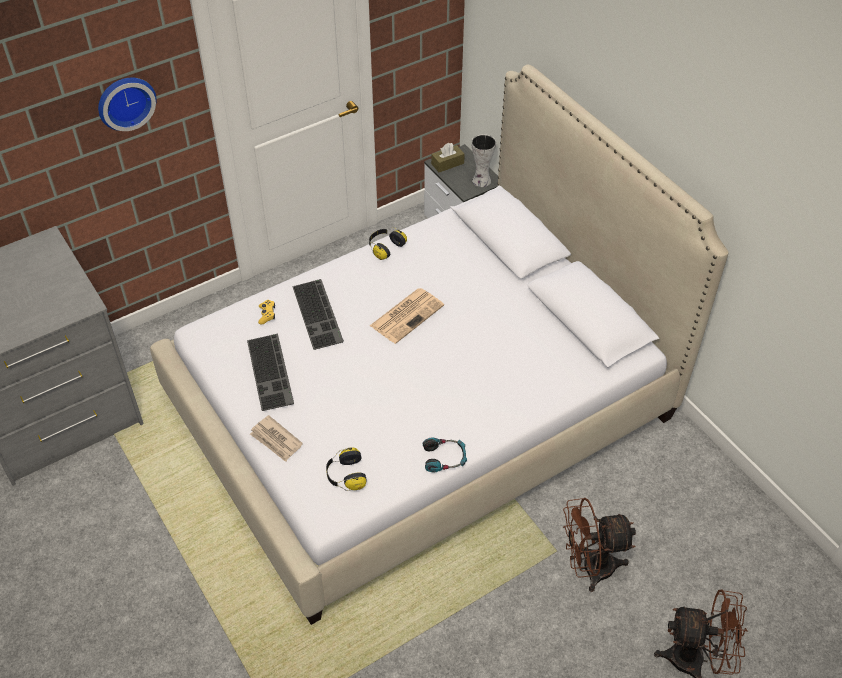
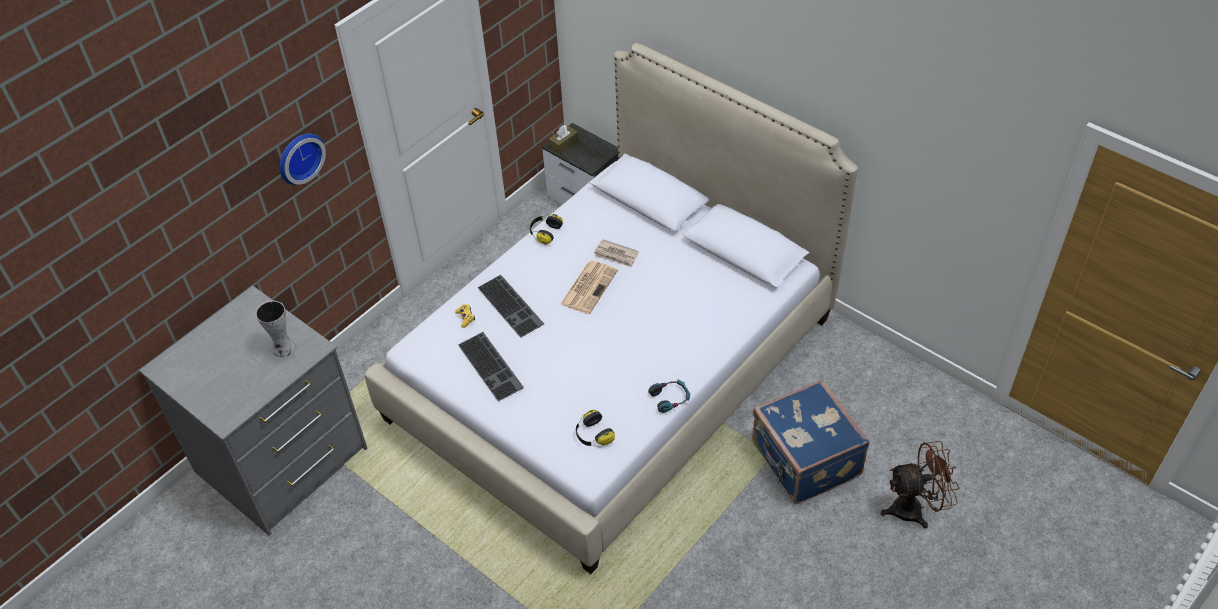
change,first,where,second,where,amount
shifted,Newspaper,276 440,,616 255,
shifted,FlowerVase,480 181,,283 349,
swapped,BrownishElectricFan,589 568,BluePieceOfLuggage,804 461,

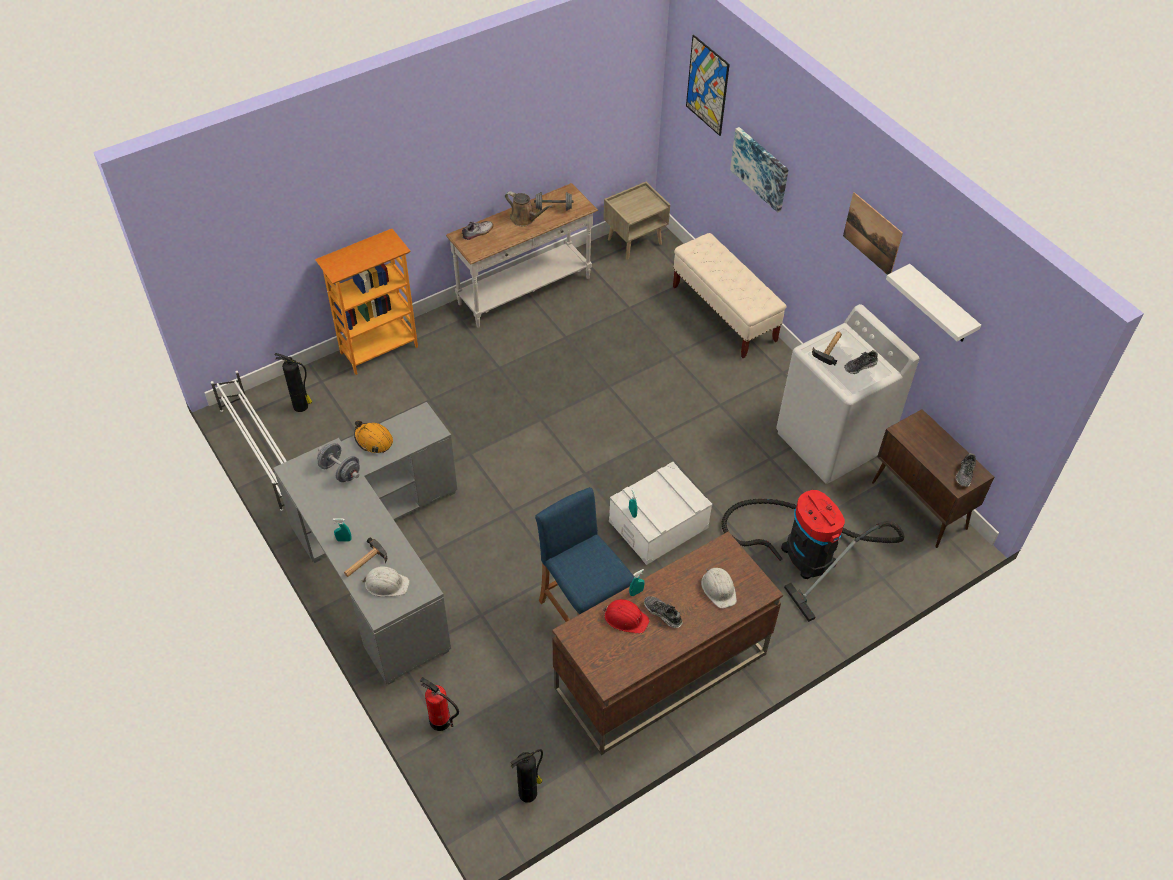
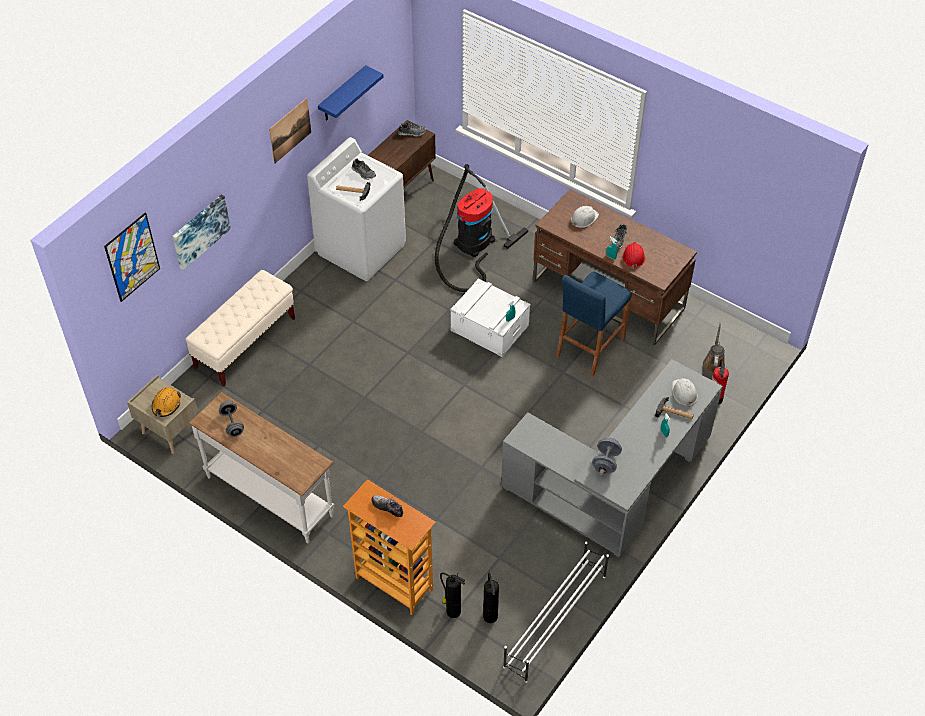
change,first,where,second,where,amount
shifted,OrangeColouredSafetyHelmet,373 440,,166 405,
shifted,LowShoe,478 232,,387 507,
shifted,BrownishSprinklingCan,525 219,,713 362,
shifted,FireFightingCylinder,529 793,,452 611,
repainted,WhiteColouredWallShelf,940 305,BlueWallShelf,342 95,

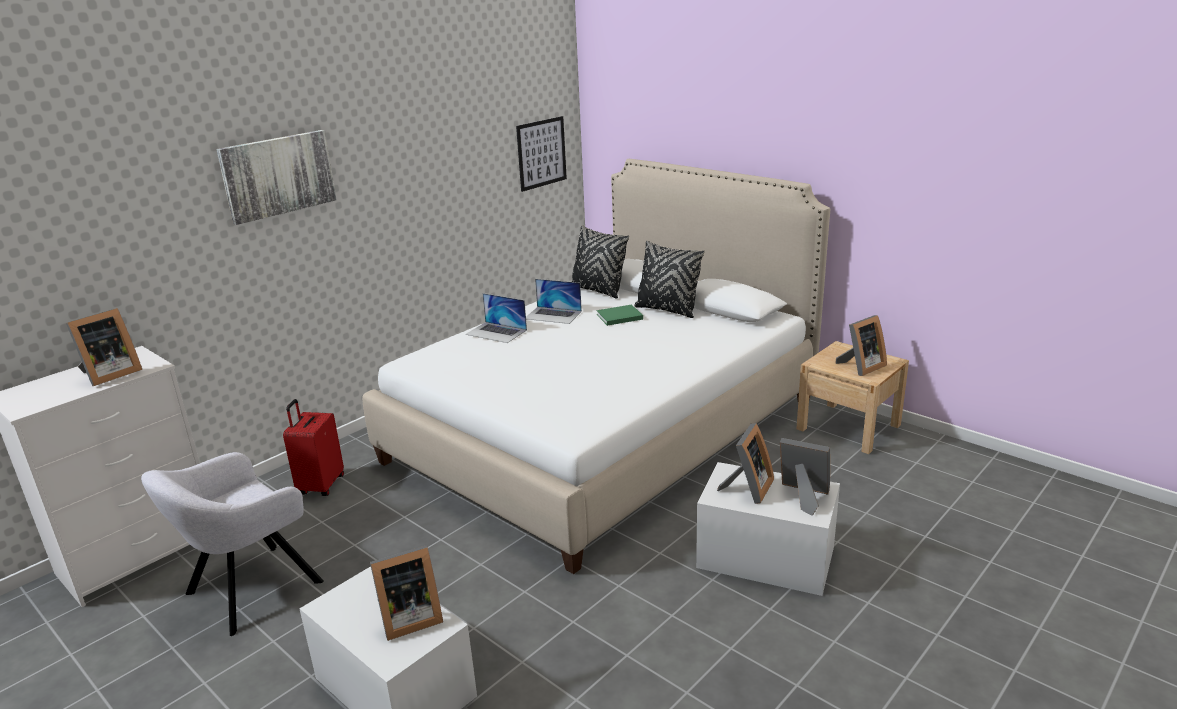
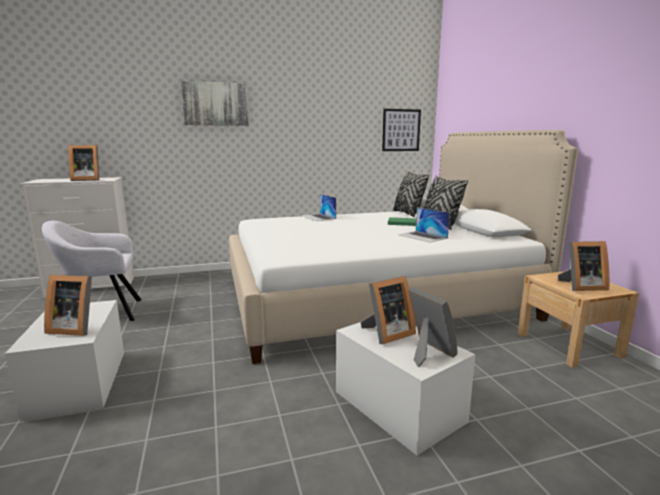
change,first,where,second,where,amount
gone,ReddishPieceOfLuggage,320 486,,,
shifted,Laptop,553 315,,422 236,

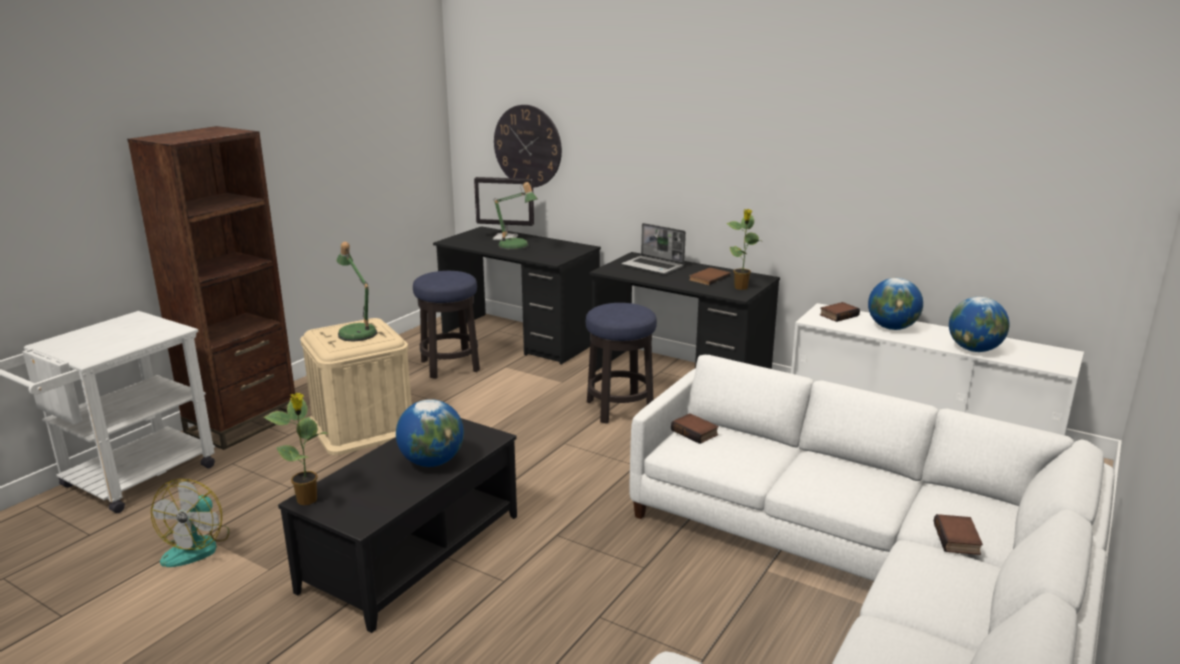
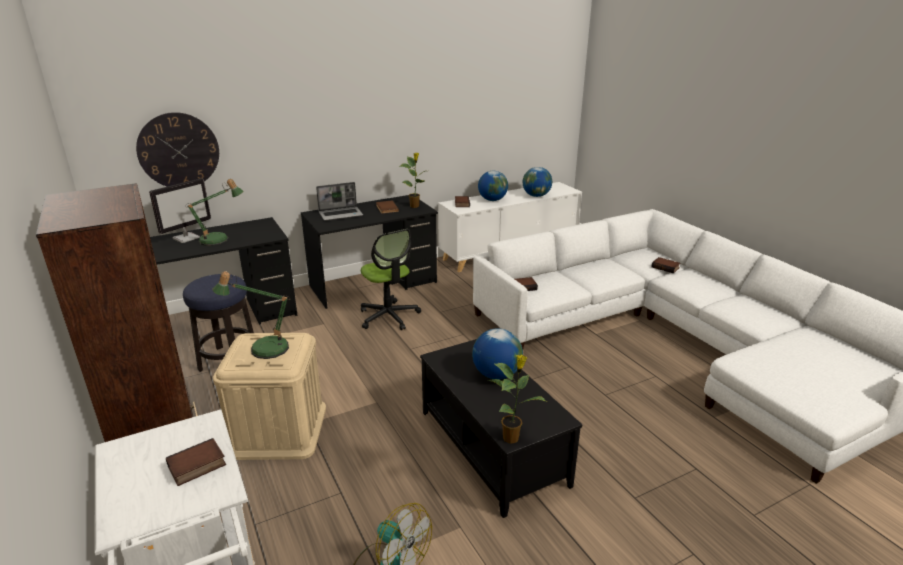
change,first,where,second,where,amount
swapped,Stool,619 409,DeskChair,389 316,
new,,,Book,196 467,

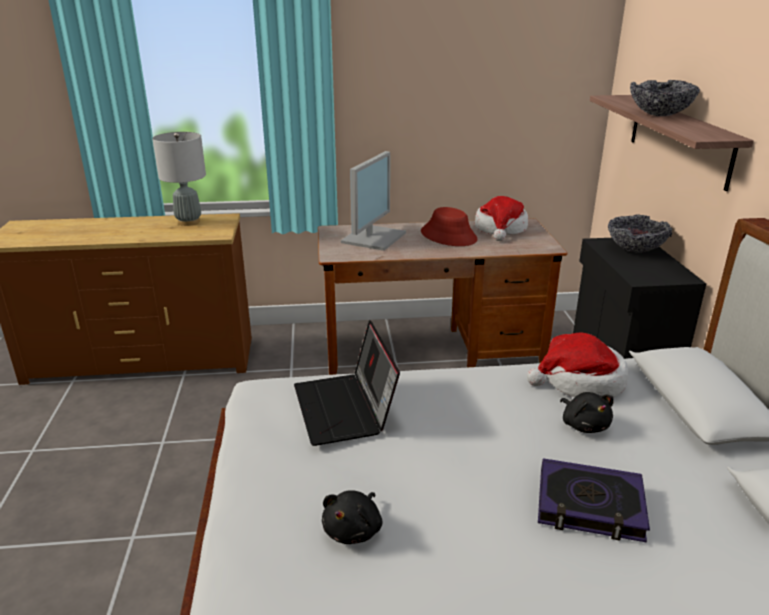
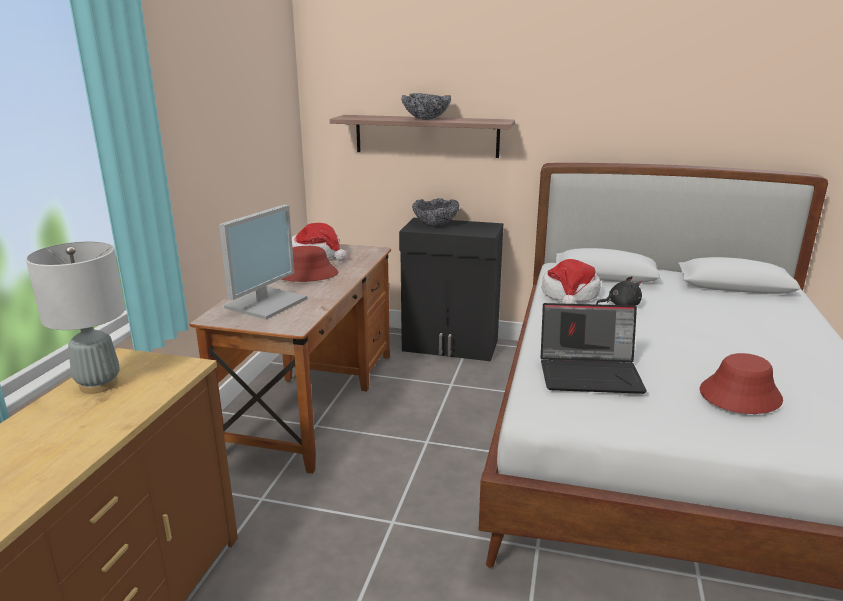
change,first,where,second,where,amount
swapped,BlackPlushToy,354 530,ReddishHat,739 395,
rotated,ComputerDisplay,373 237,,266 302,75 degrees clockwise
gone,Book,589 506,,,

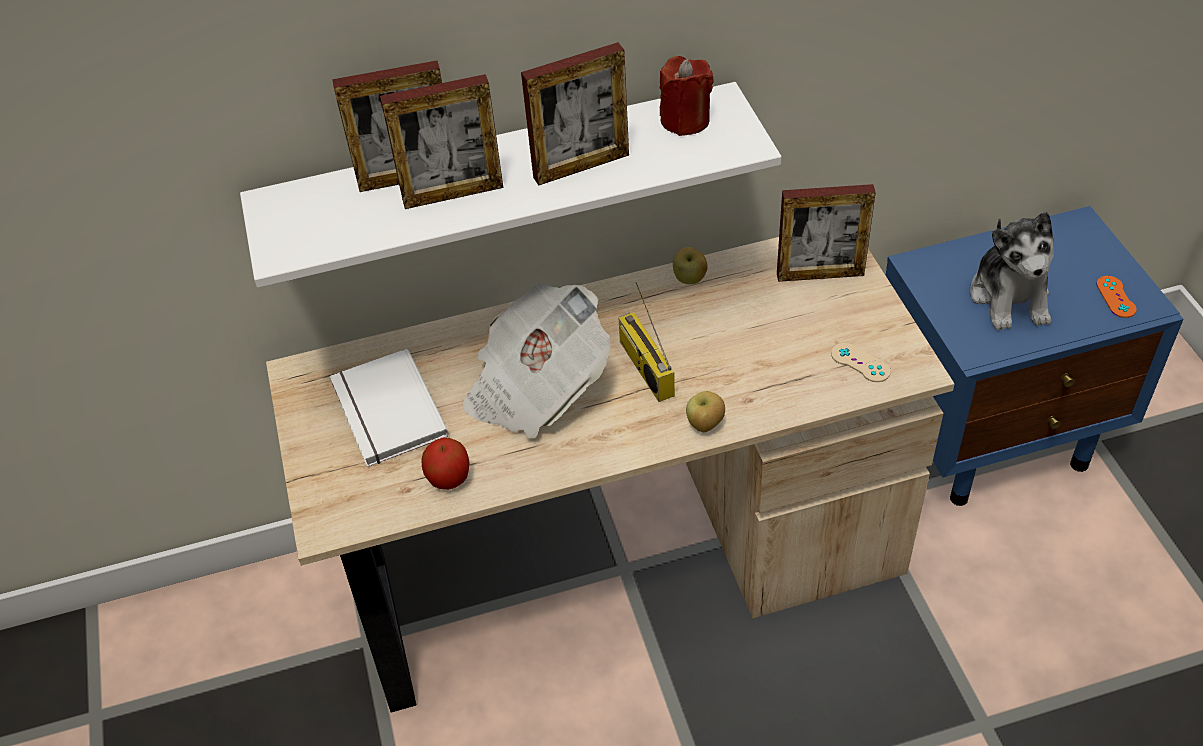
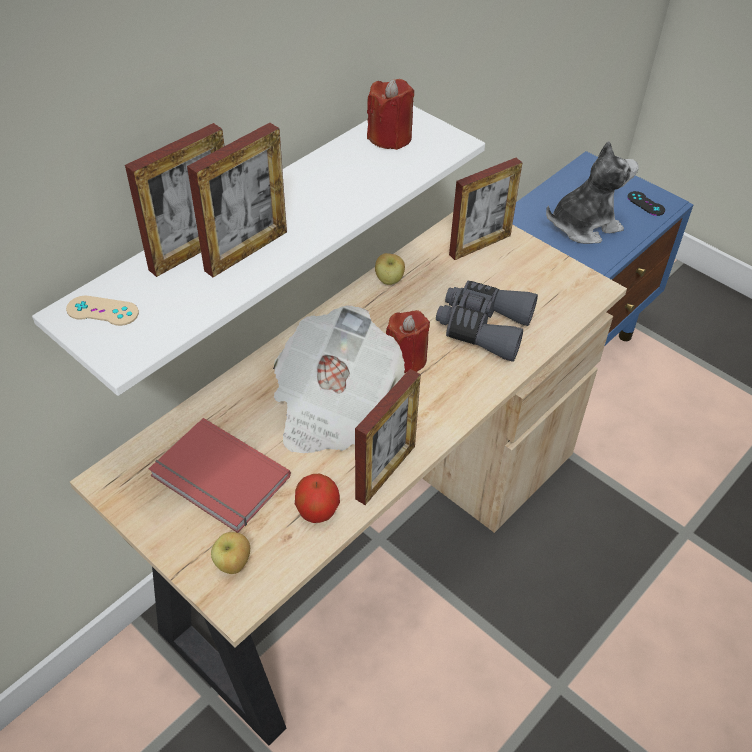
change,first,where,second,where,amount
repainted,WhiteColouredBook,385 412,ReddishBook,218 479,
shifted,PictureFrame,581 166,,385 472,
swapped,RadioReceiver,644 367,ReddishCandle,406 358,
shifted,AppleFruit,705 425,,233 564,
shifted,BeigeGameController,860 363,,102 311,
rotated,PlushToy,1010 297,,584 225,75 degrees counterclockwise
repainted,OrangeColouredGameController,1116 297,BlackGameController,646 204,
new,,,GreyishFieldGlasses,483 327,

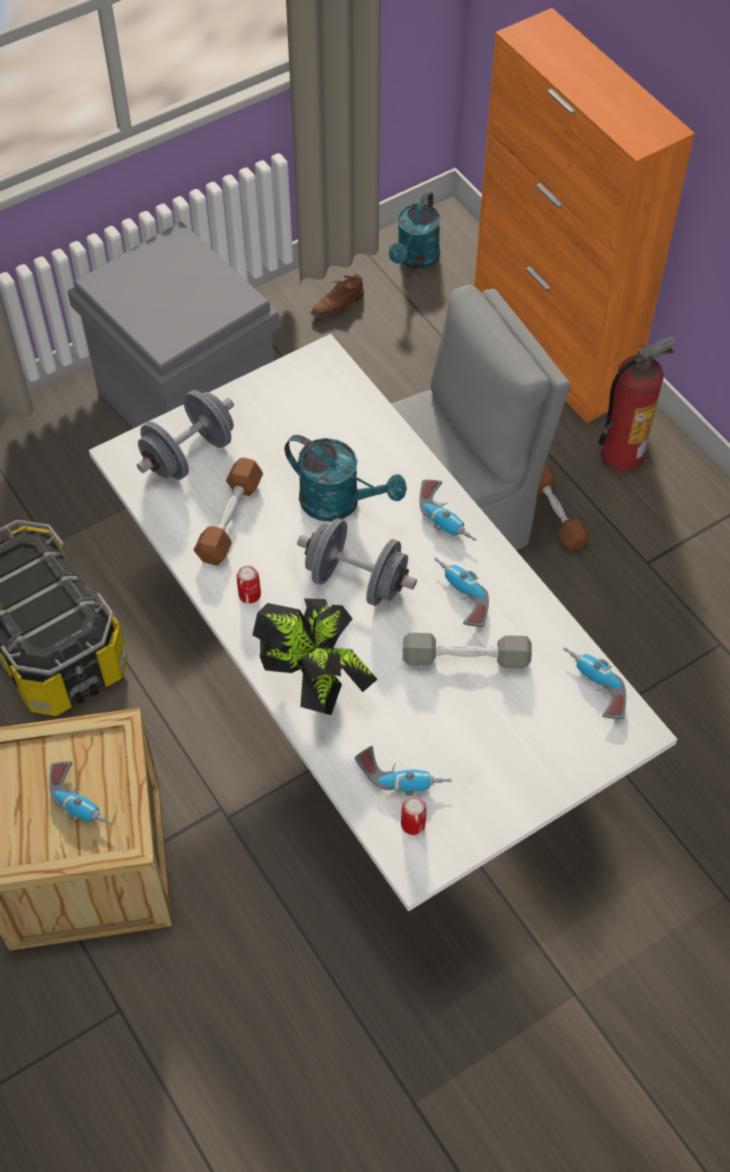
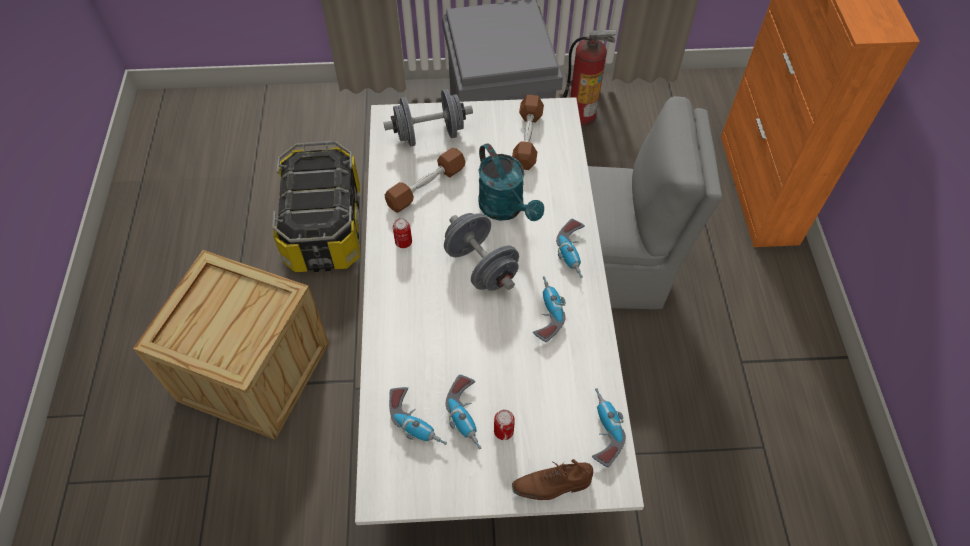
change,first,where,second,where,amount
shifted,Drill,82 800,,468 415,
gone,PottedPlant,315 684,,,
shifted,BrownishLowShoe,337 305,,552 485,
gone,TurquoiseSprinklingCan,415 259,,,
shifted,MetalCan,413 824,,503 431,
gone,GreyishHandWeight,465 659,,,
shifted,BrownishHandWeight,555 513,,527 139,
shifted,FireFightingCylinder,622 456,,582 115,

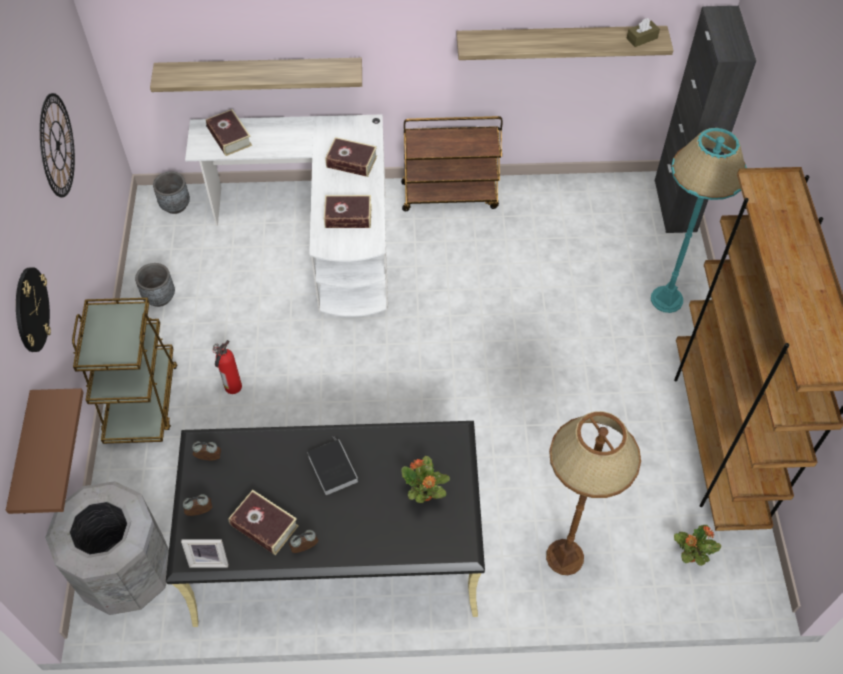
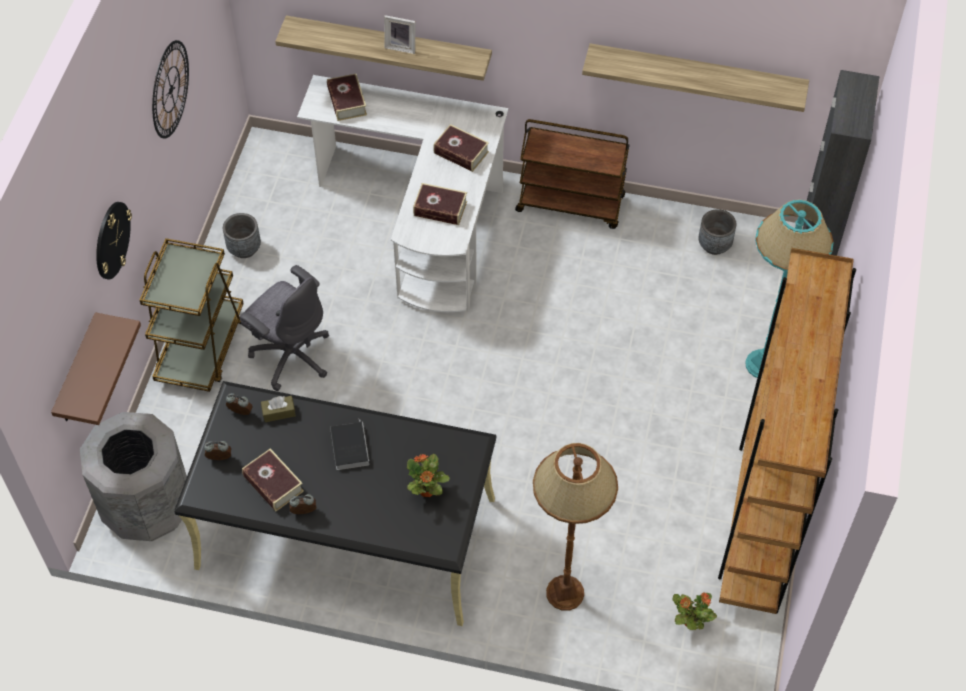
change,first,where,second,where,amount
shifted,GreyishPlantPot,175 205,,714 245,
shifted,PictureFrame,209 559,,401 46,
swapped,FireFightingCylinder,232 387,GreyishDeskChair,291 355,
shifted,BrownishBoxOfTissues,642 38,,278 412,

